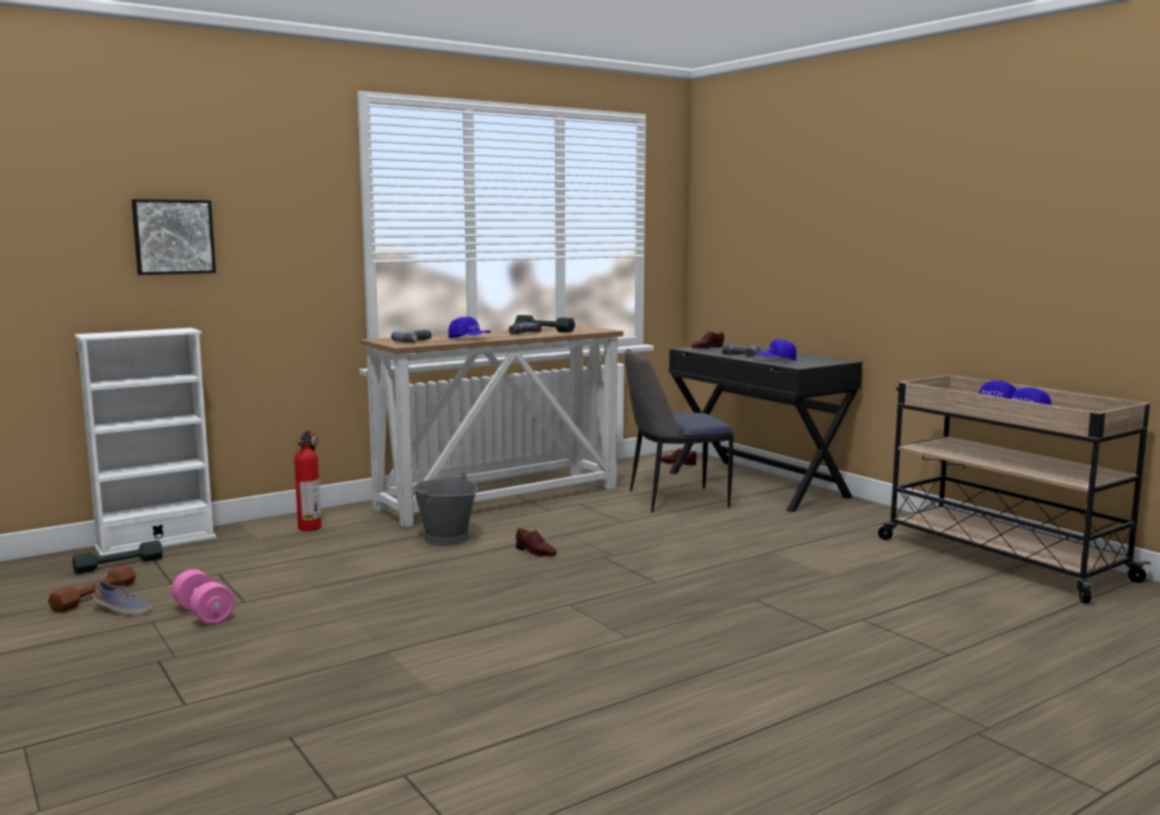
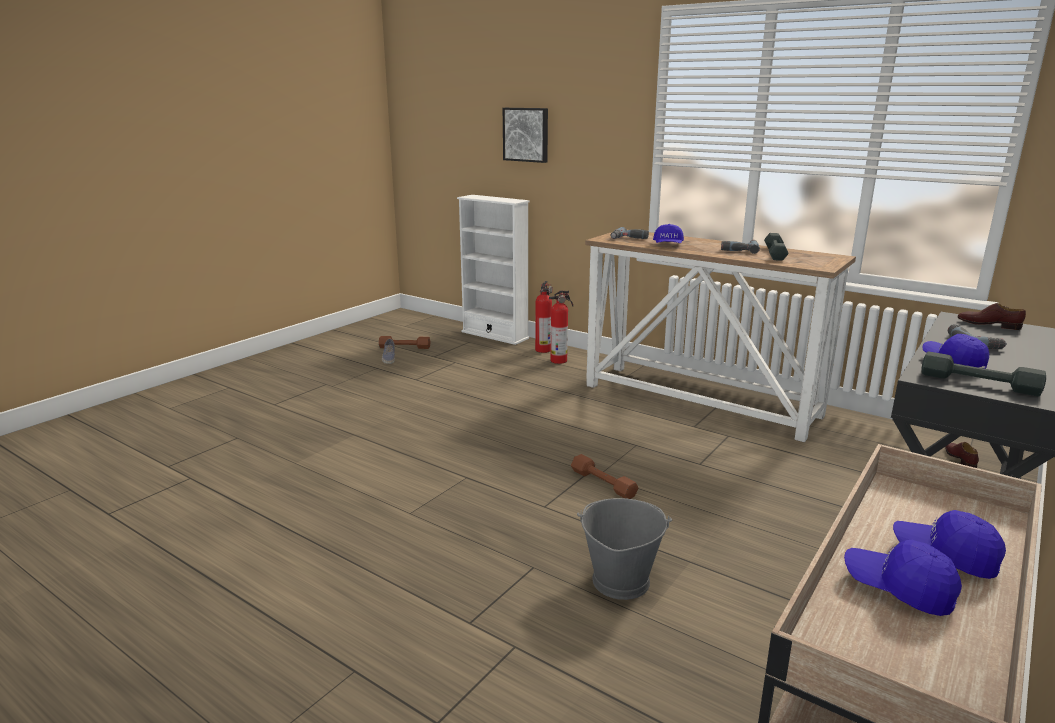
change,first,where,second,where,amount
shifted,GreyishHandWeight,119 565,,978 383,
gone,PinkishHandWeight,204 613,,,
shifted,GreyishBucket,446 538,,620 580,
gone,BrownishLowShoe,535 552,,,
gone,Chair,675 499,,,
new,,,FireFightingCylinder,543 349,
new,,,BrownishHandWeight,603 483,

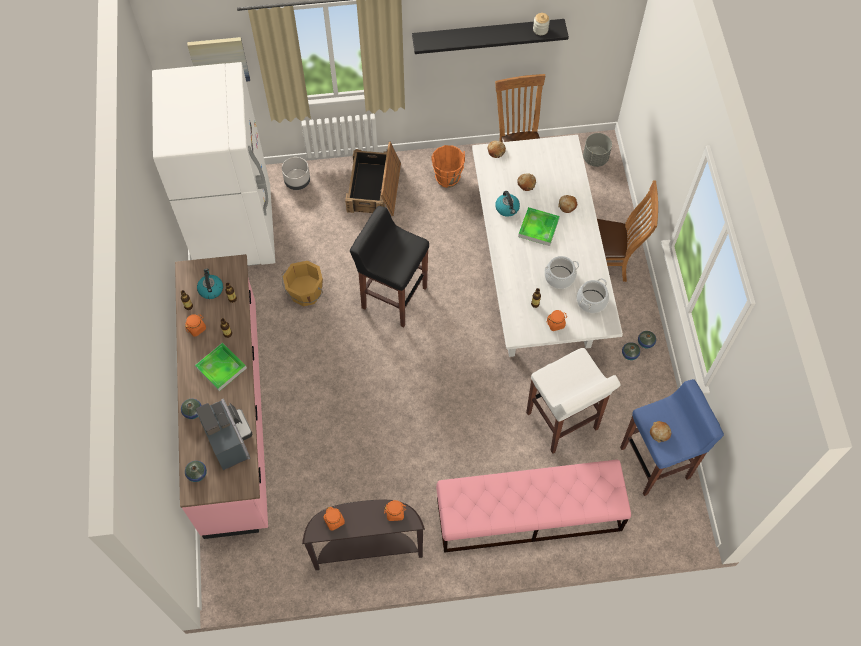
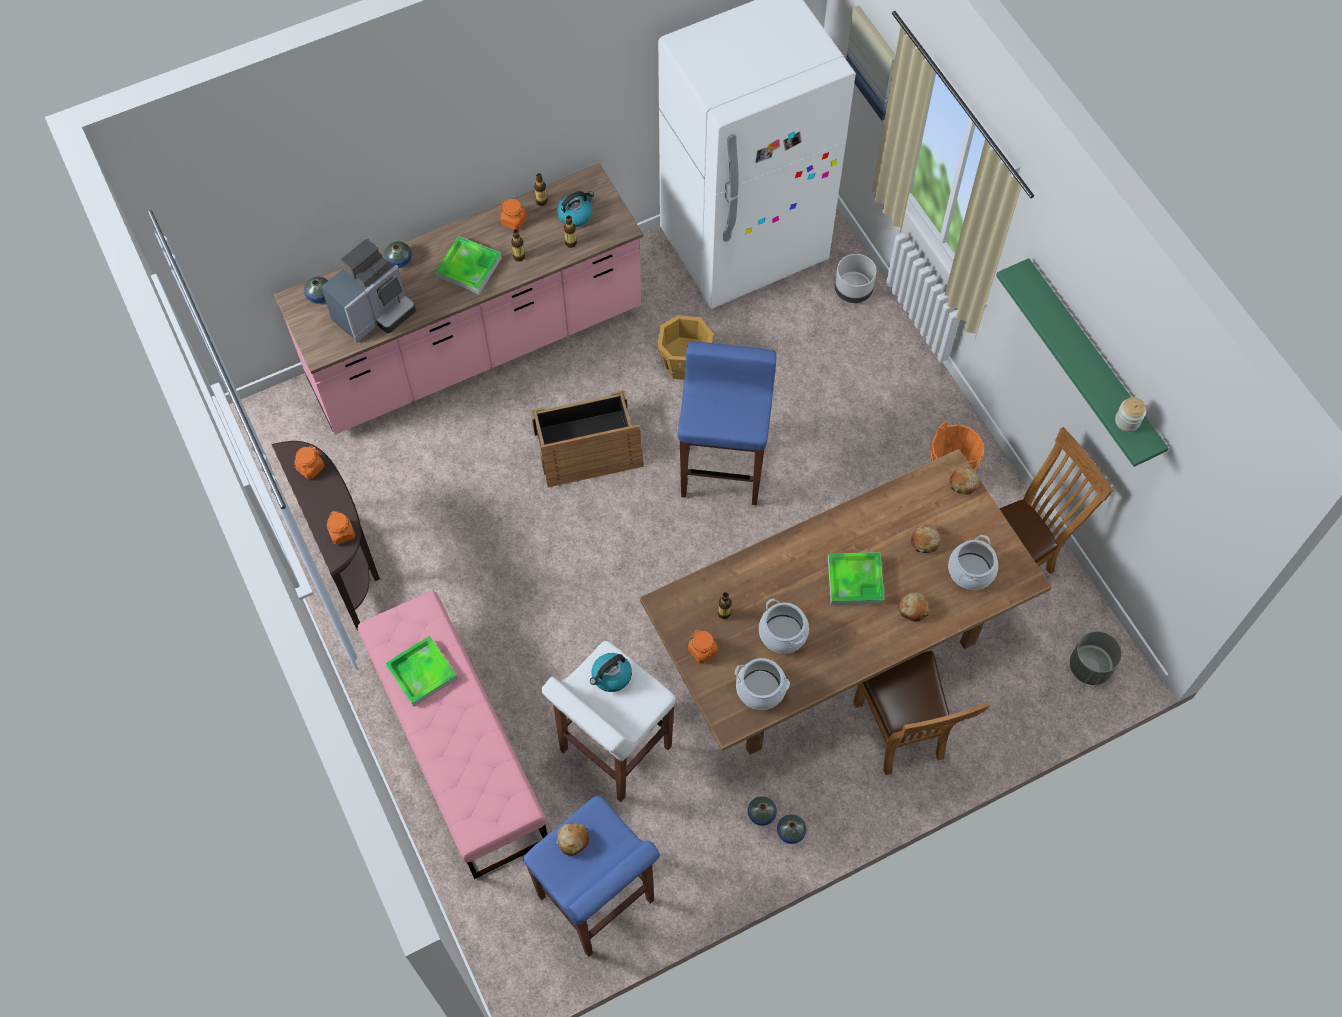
change,first,where,second,where,amount
shifted,Crate,375 188,,587 447,
repainted,BlackStool,393 297,BlueStool,723 469,
repainted,BlackWallShelf,487 35,GreenWallShelf,1091 362,
repainted,WhiteColouredDiningTable,535 278,BrownishDiningTable,834 644,
shifted,TeaKettle,507 208,,611 676,
new,,,CarryingTray,422 672,
new,,,CookingPot,971 571,

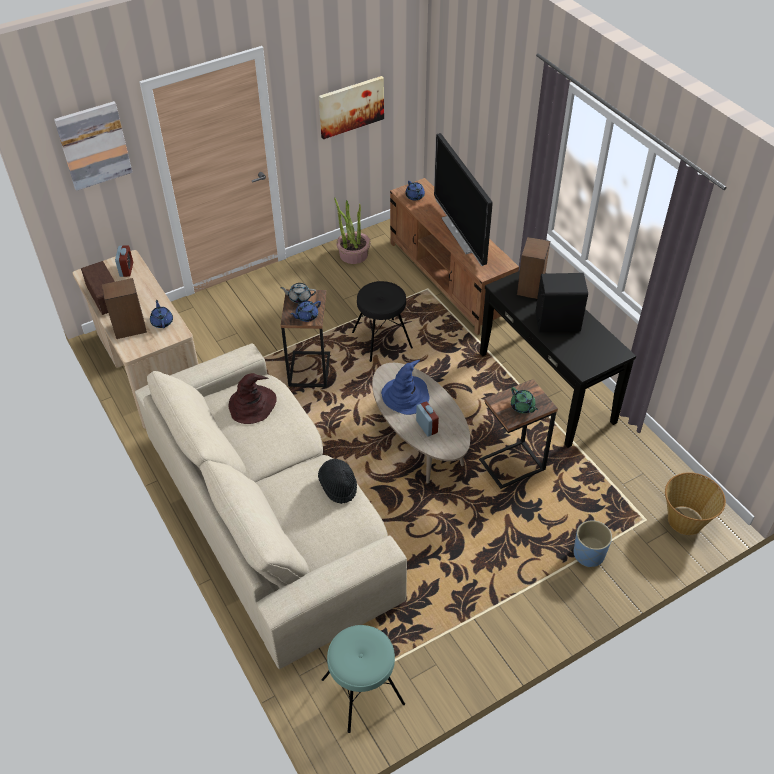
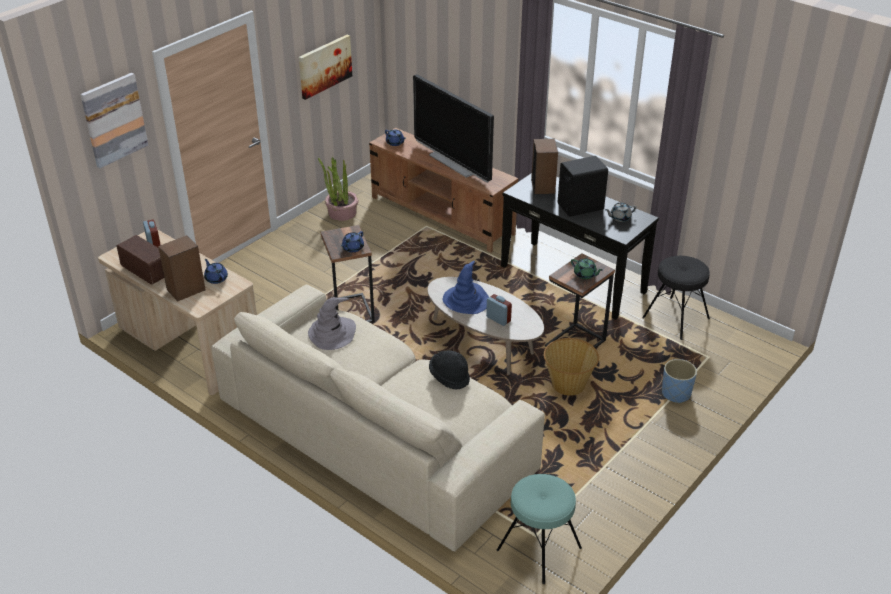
change,first,where,second,where,amount
repainted,BrownishHat,252 405,GreyishHat,332 334,
shifted,GreyishTeapot,299 298,,619 218,
shifted,BlackStool,381 340,,675 318,
shifted,HouseholdBasket,685 520,,568 384,

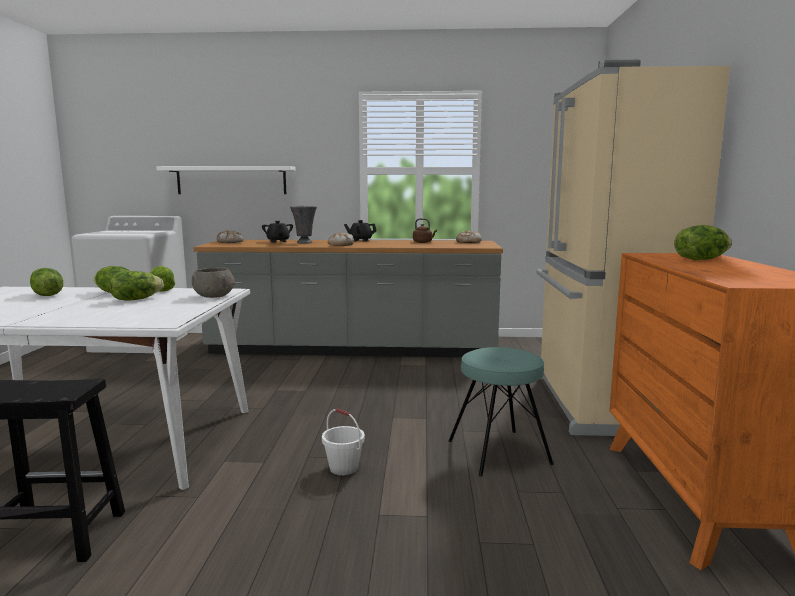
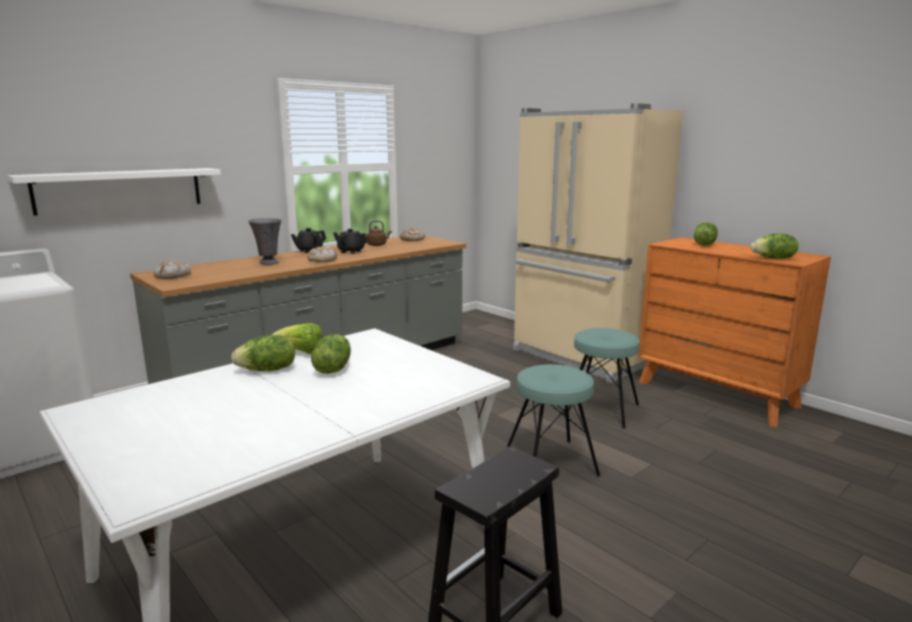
change,first,where,second,where,amount
shifted,Lettuce,46 295,,774 258,
gone,GreyishDeepDish,214 296,,,
shifted,BlackTeapot,278 241,,350 251,
swapped,WhiteColouredBucket,344 468,TurquoiseStool,551 462,

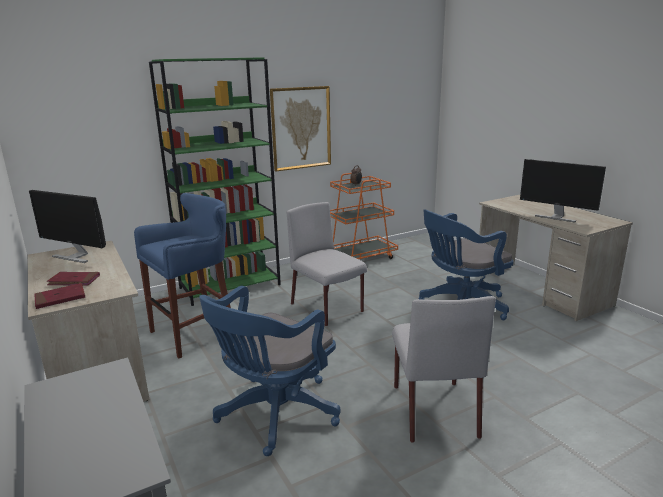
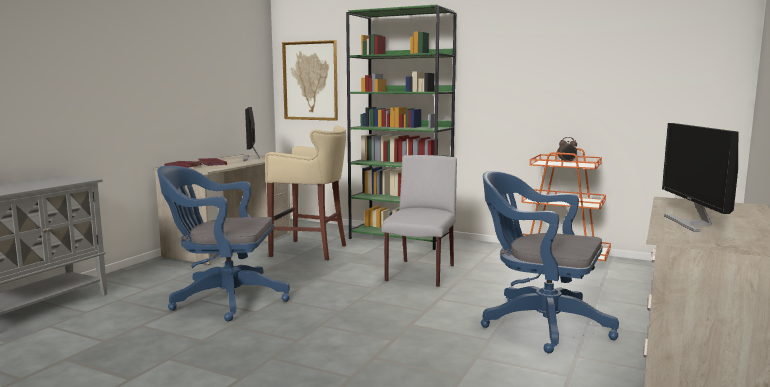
change,first,where,second,where,amount
repainted,BlueStool,196 332,BeigeStool,311 250,
shifted,WallArt,301 128,,310 81,
gone,GreyishChair,433 409,,,

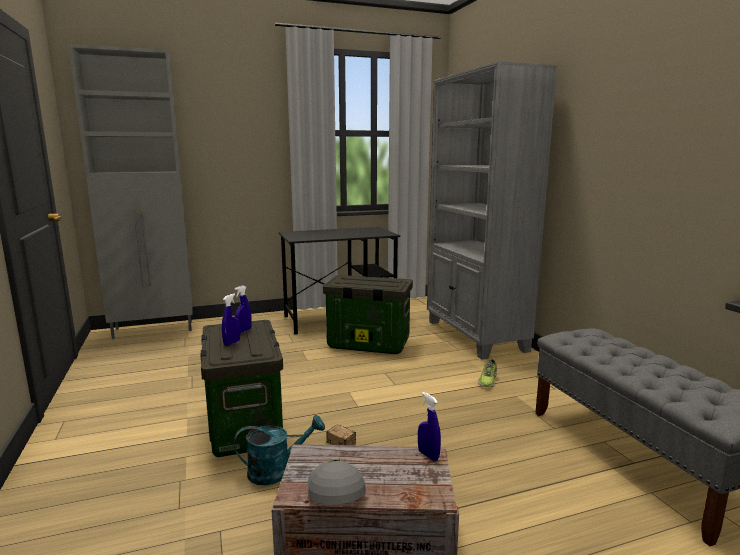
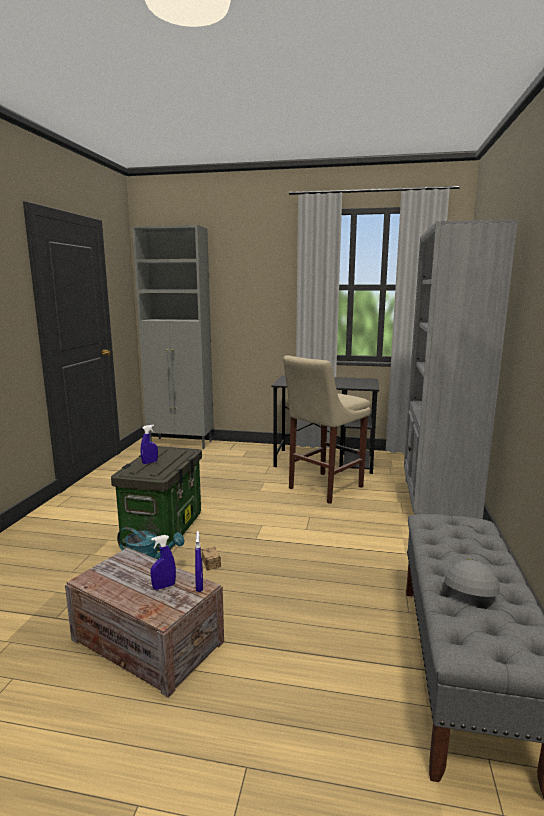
change,first,where,second,where,amount
shifted,BlueHandSprayer,243 331,,164 586,
shifted,GreyishPeakedCap,334 490,,469 586,
swapped,StorageContainer,367 344,BeigeStool,323 488,
gone,LowShoe,487 380,,,

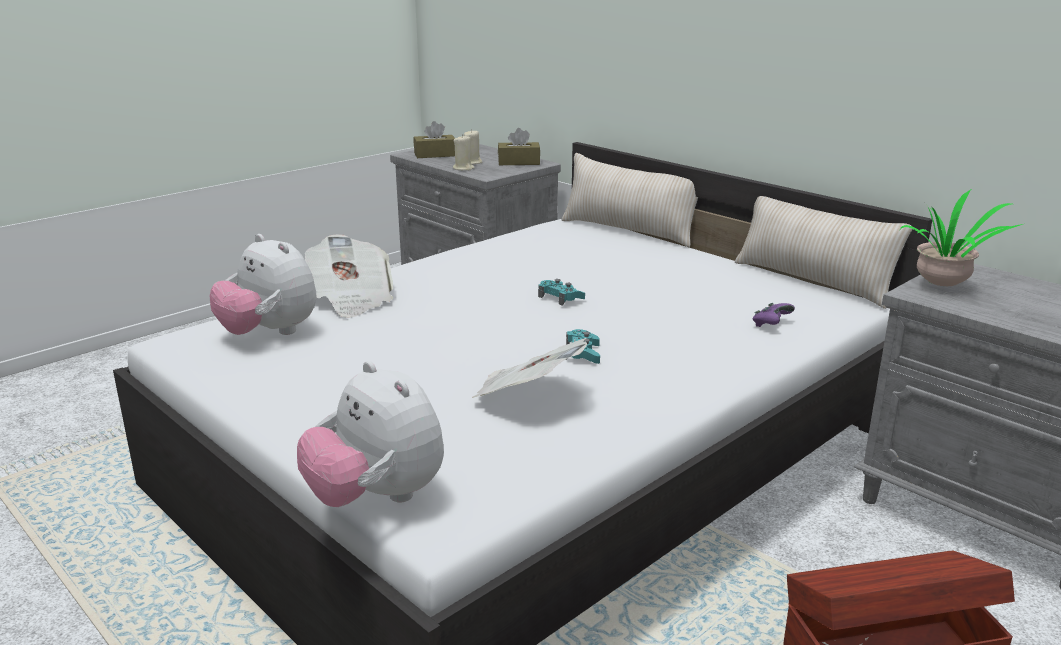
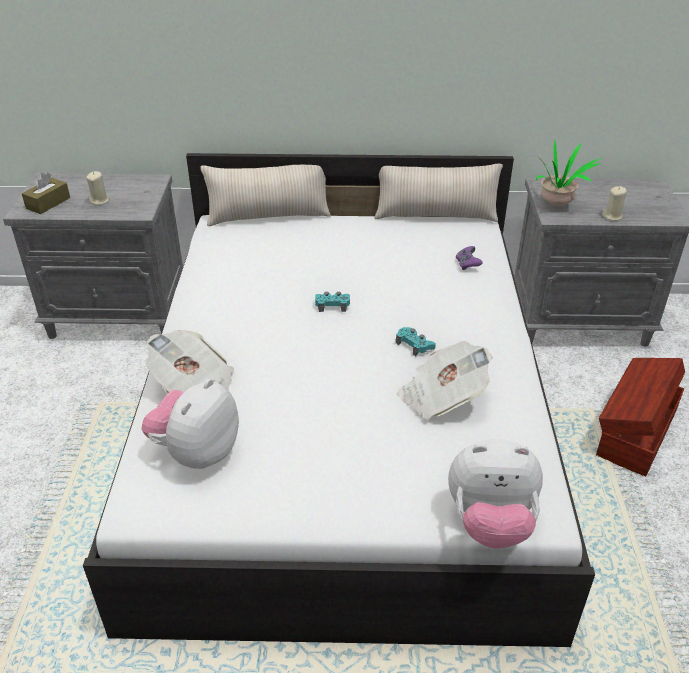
change,first,where,second,where,amount
rotated,PlushToy,269 333,,197 452,120 degrees clockwise
shifted,BeigeCandle,463 168,,612 216,
gone,BrownishBoxOfTissues,519 162,,,

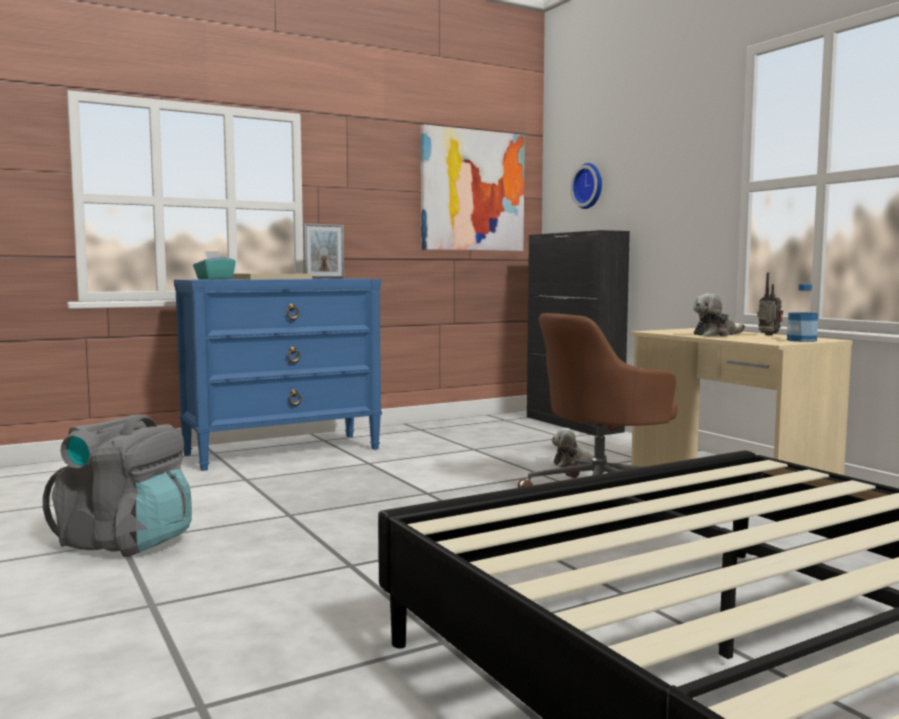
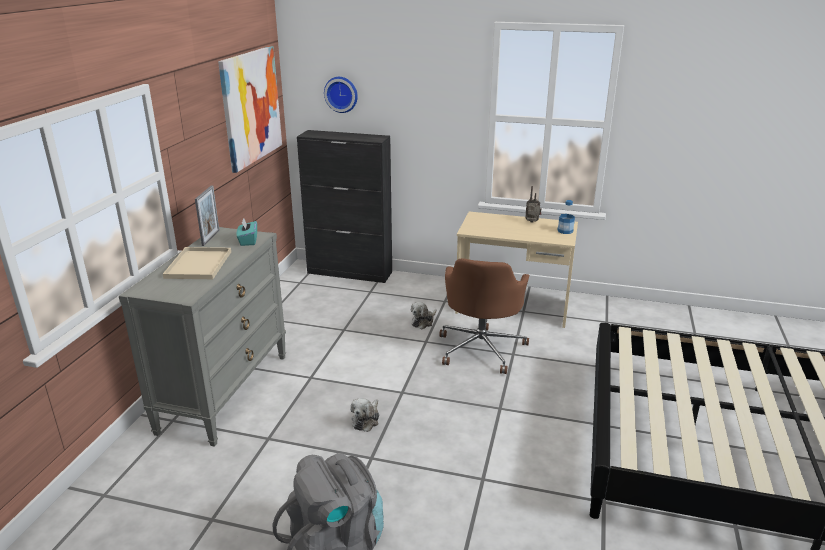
change,first,where,second,where,amount
repainted,BlueChestOfDrawers,283 451,GreyishChestOfDrawers,225 392,
shifted,TurquoiseBoxOfTissues,214 279,,248 241,
shifted,PlushToy,716 334,,366 420,

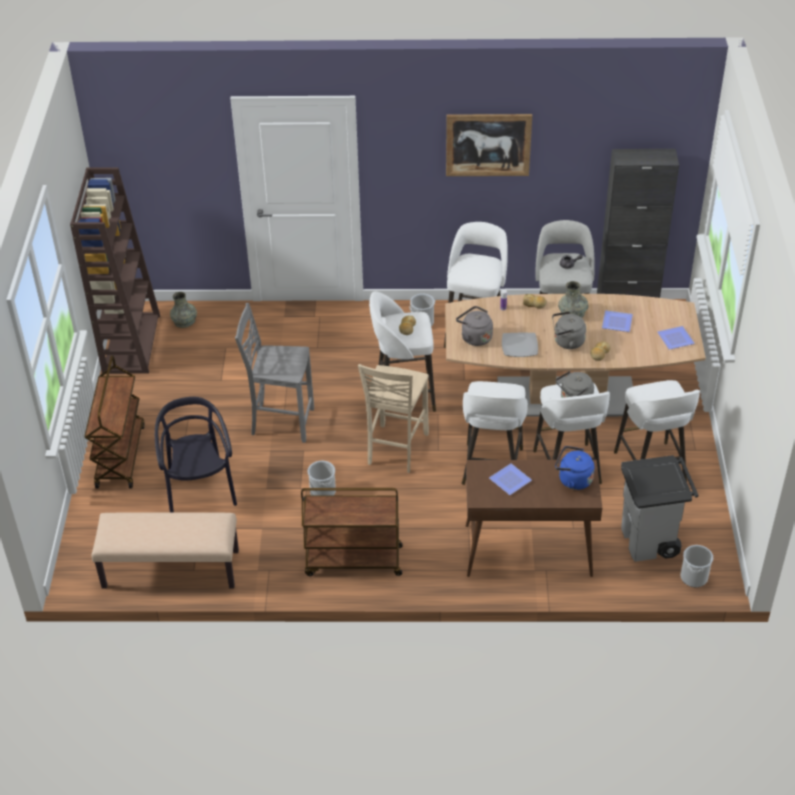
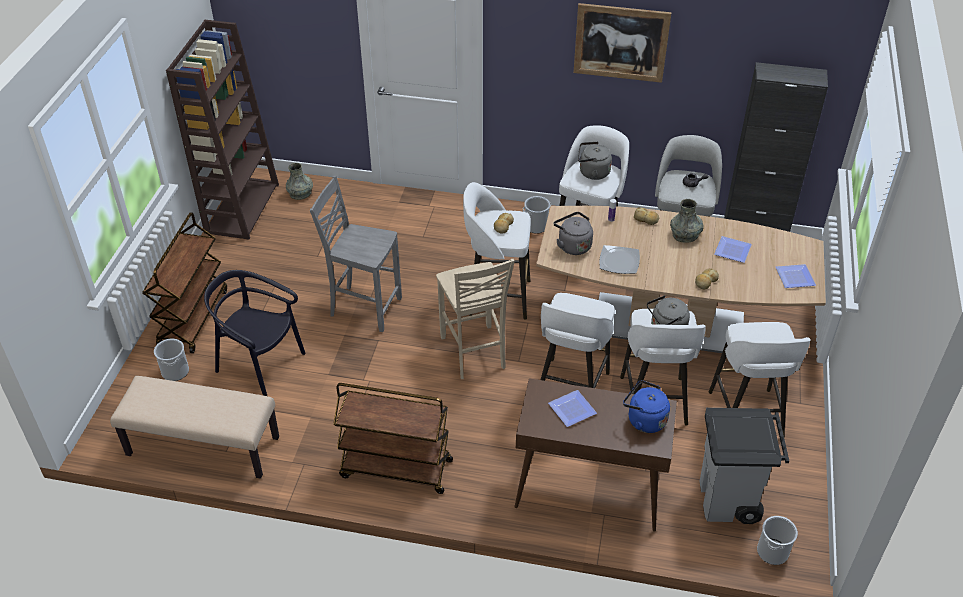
change,first,where,second,where,amount
rotated,BlackChair,199 490,,260 365,60 degrees counterclockwise
shifted,Bucket,322 491,,175 371,
rotated,BeigeChair,395 449,,474 353,45 degrees counterclockwise
shifted,GreyishTeaKettle,567 342,,592 173,

